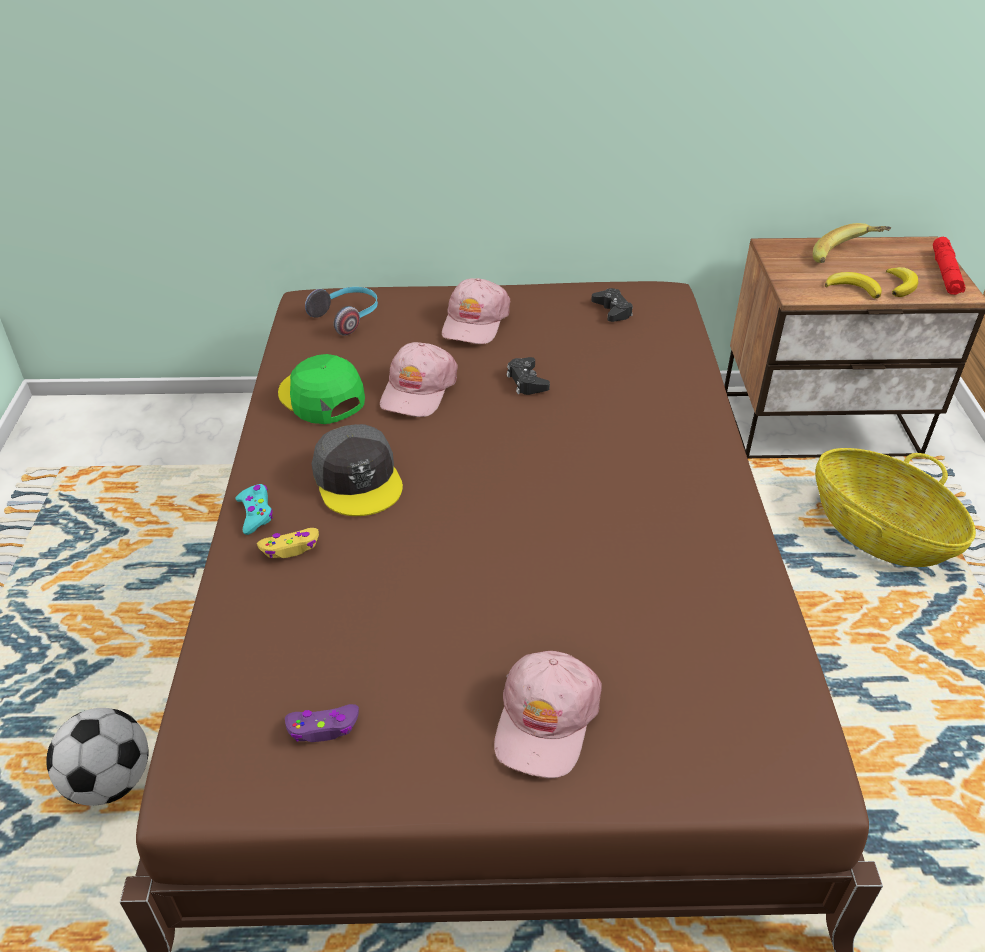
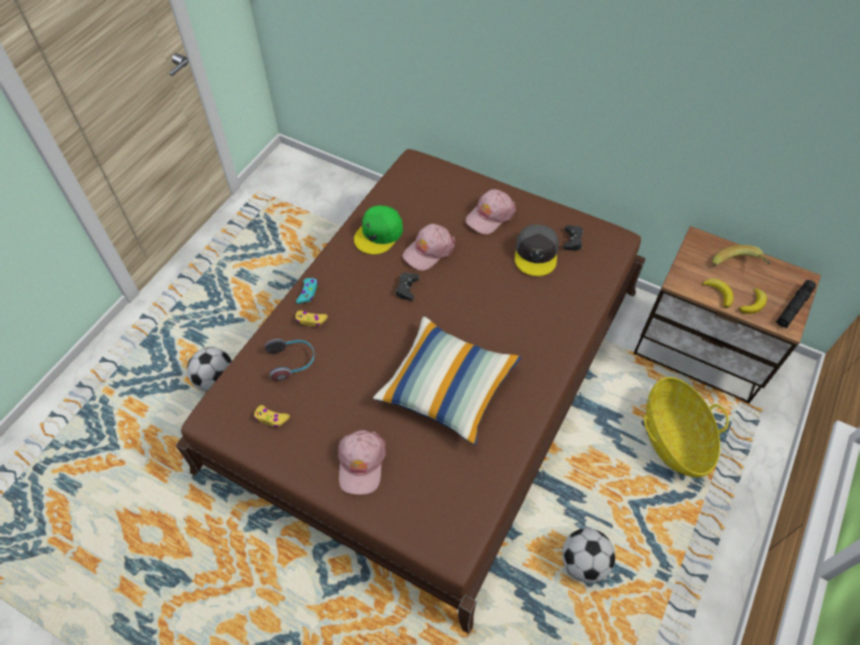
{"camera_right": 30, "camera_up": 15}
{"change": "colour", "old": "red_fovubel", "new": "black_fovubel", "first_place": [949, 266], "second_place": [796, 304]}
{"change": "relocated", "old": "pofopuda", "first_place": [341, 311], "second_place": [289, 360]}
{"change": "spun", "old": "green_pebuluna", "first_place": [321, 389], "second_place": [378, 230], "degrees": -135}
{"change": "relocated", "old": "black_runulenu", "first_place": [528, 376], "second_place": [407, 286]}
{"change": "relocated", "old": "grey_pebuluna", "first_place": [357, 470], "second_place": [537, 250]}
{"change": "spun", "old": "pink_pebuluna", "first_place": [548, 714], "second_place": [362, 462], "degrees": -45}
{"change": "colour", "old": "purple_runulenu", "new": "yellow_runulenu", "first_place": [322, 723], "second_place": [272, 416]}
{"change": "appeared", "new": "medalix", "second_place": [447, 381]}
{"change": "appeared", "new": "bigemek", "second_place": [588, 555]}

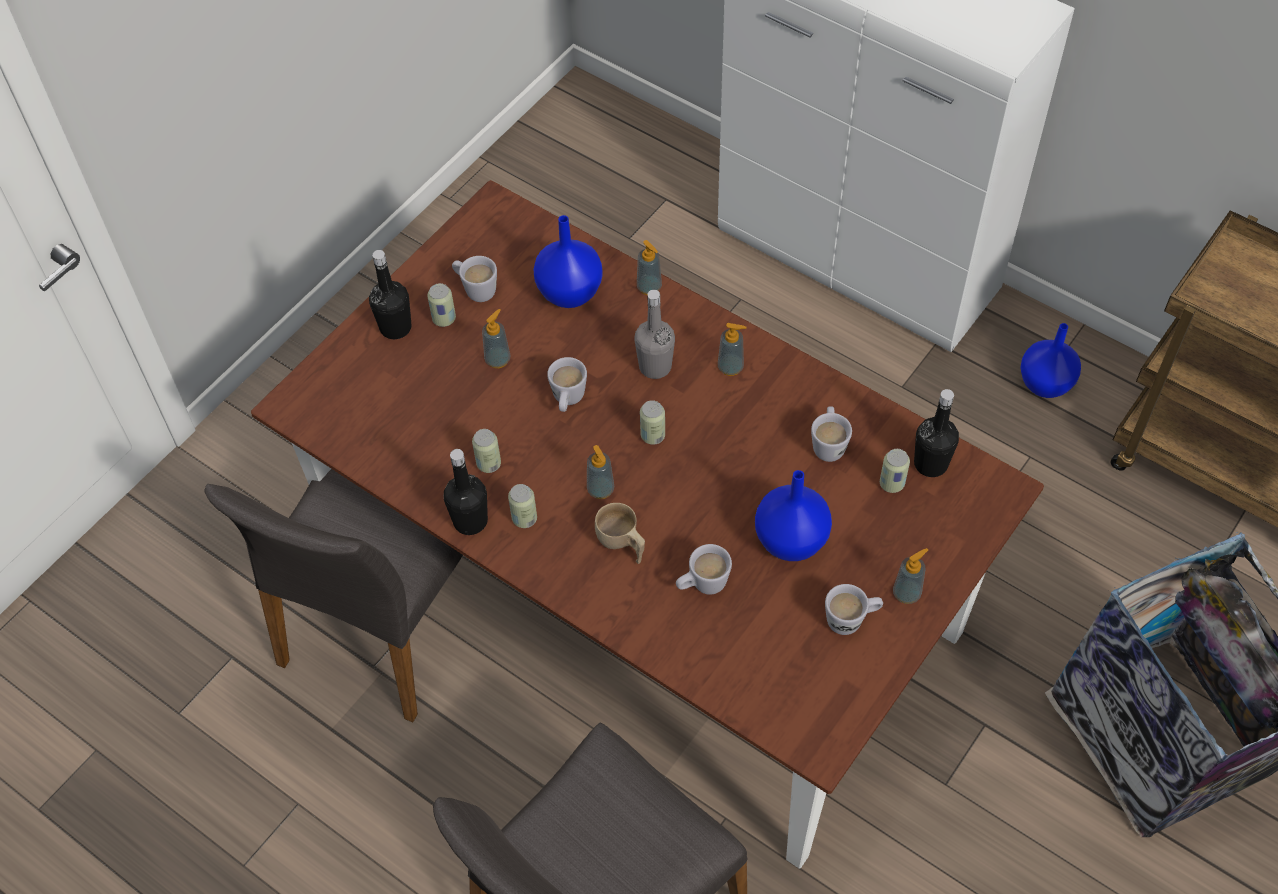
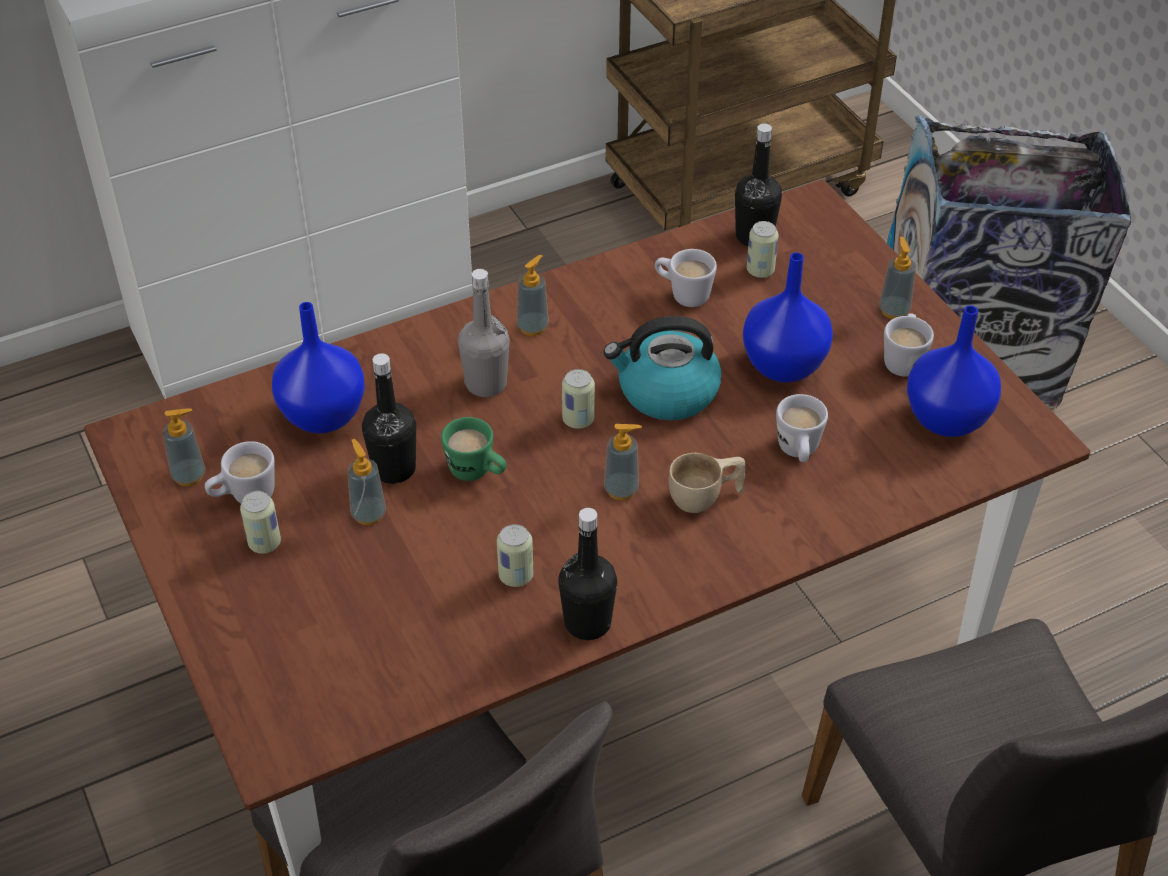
{"camera_right": -65, "camera_up": -10}
{"change": "relocated", "old": "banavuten", "first_place": [649, 267], "second_place": [184, 447]}
{"change": "relocated", "old": "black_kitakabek", "first_place": [390, 294], "second_place": [389, 418]}
{"change": "relocated", "old": "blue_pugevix", "first_place": [1050, 360], "second_place": [954, 371]}
{"change": "colour", "old": "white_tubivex", "new": "green_tubivex", "first_place": [567, 384], "second_place": [474, 449]}
{"change": "missing", "old": "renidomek", "first_place": [522, 506]}
{"change": "appeared", "new": "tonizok", "second_place": [662, 368]}

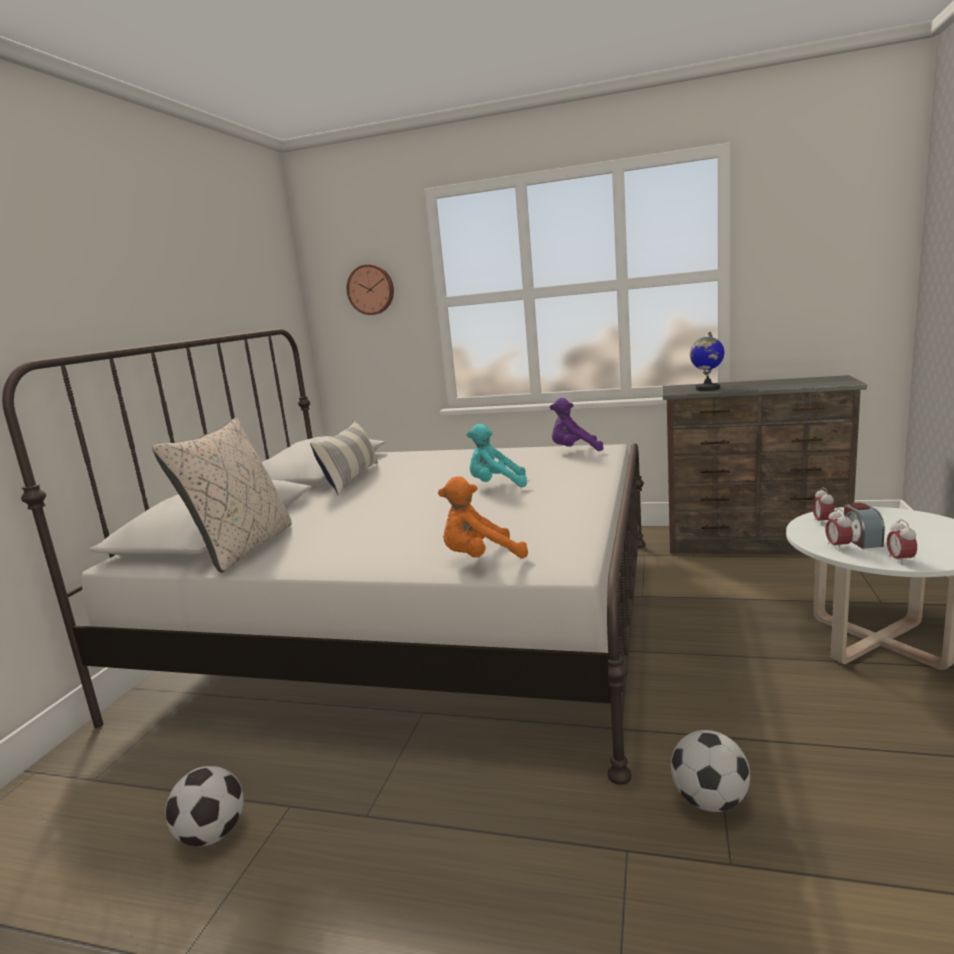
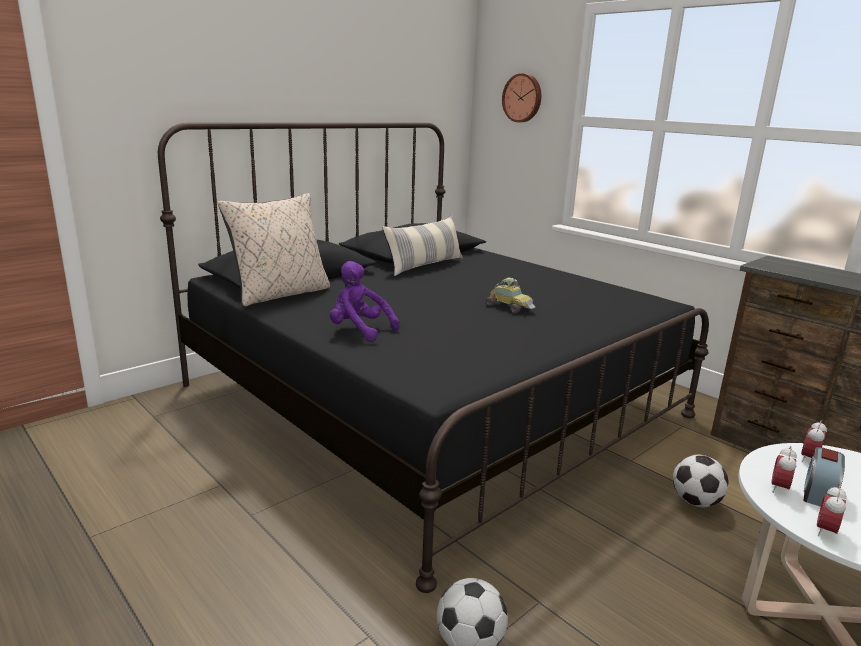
{"camera_right": 30, "camera_up": 5}
{"change": "colour", "old": "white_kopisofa", "new": "black_kopisofa", "first_place": [323, 557], "second_place": [433, 358]}
{"change": "missing", "old": "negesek", "first_place": [707, 361]}
{"change": "relocated", "old": "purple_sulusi", "first_place": [576, 424], "second_place": [365, 301]}
{"change": "exchanged", "old": "turquoise_sulusi", "new": "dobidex", "first_place": [497, 455], "second_place": [511, 295]}
{"change": "missing", "old": "orange_sulusi", "first_place": [483, 517]}
{"change": "relocated", "old": "bigemek", "first_place": [204, 806], "second_place": [700, 481]}

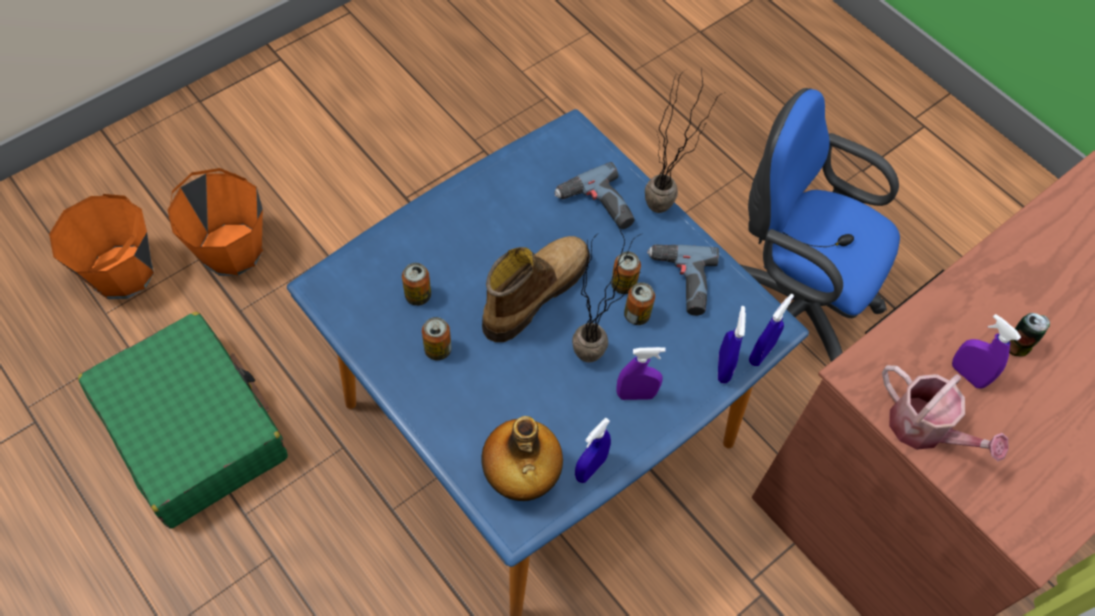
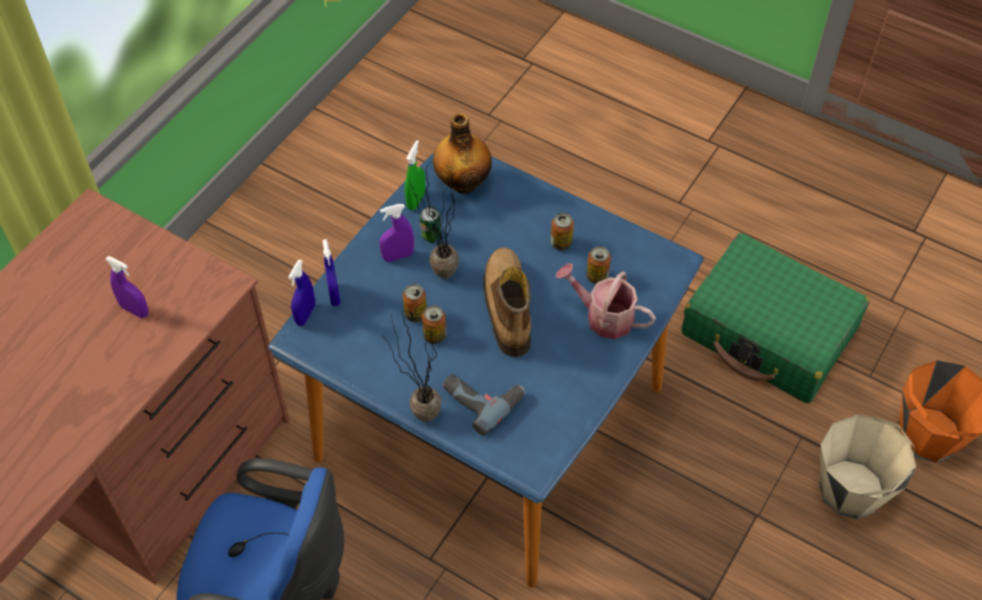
{"camera_right": 165, "camera_up": -5}
{"change": "colour", "old": "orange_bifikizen", "new": "beige_bifikizen", "first_place": [215, 222], "second_place": [868, 466]}
{"change": "spun", "old": "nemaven", "first_place": [536, 289], "second_place": [507, 302], "degrees": 150}
{"change": "missing", "old": "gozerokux", "first_place": [683, 280]}
{"change": "relocated", "old": "renidomek", "first_place": [1029, 335], "second_place": [430, 225]}
{"change": "relocated", "old": "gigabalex", "first_place": [945, 413], "second_place": [606, 301]}
{"change": "colour", "old": "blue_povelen", "new": "green_povelen", "first_place": [593, 450], "second_place": [415, 175]}

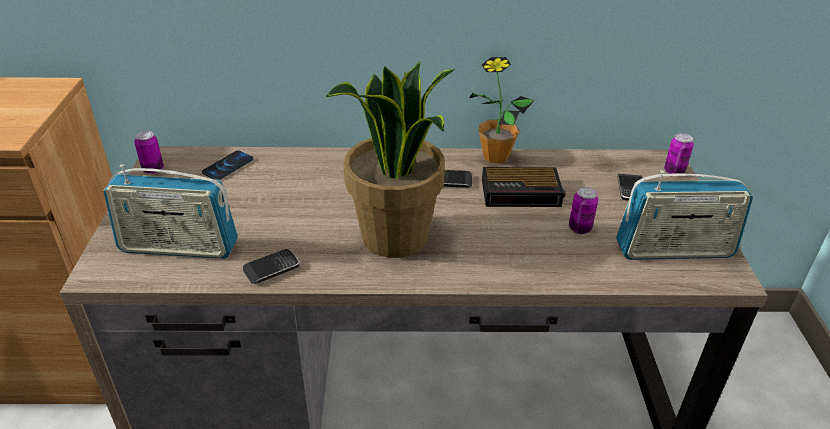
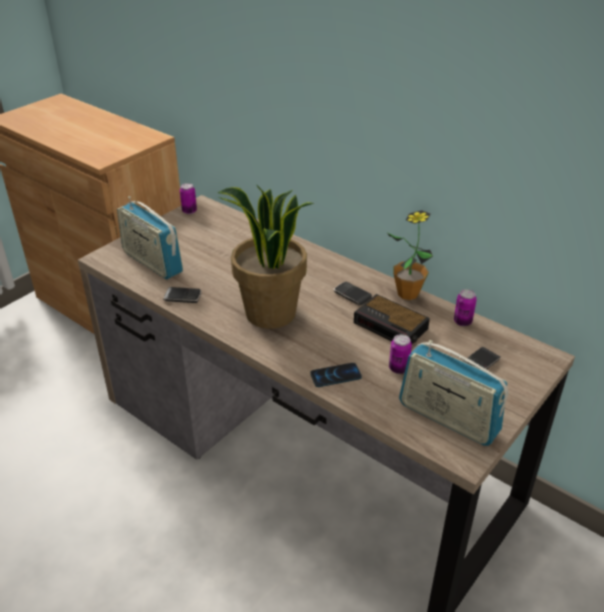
{"camera_right": 40, "camera_up": 0}
{"change": "relocated", "old": "renidomek", "first_place": [679, 153], "second_place": [465, 307]}
{"change": "relocated", "old": "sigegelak", "first_place": [227, 165], "second_place": [336, 375]}

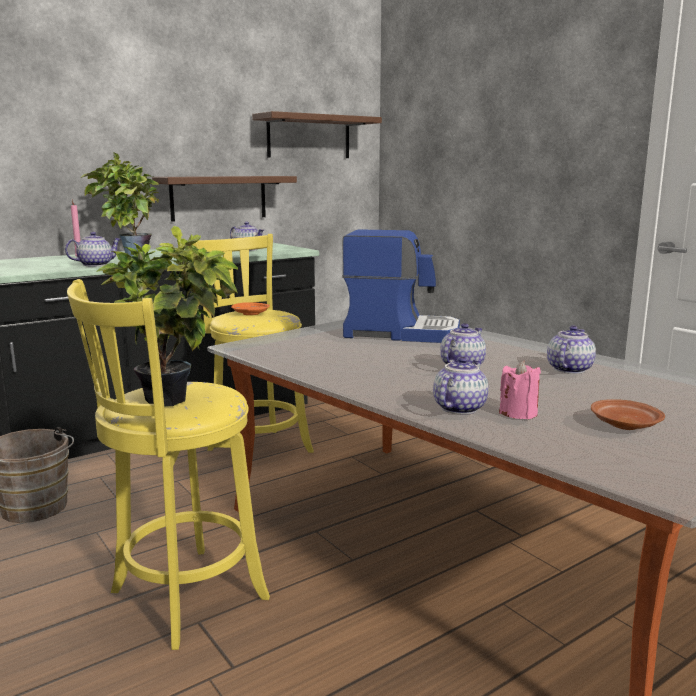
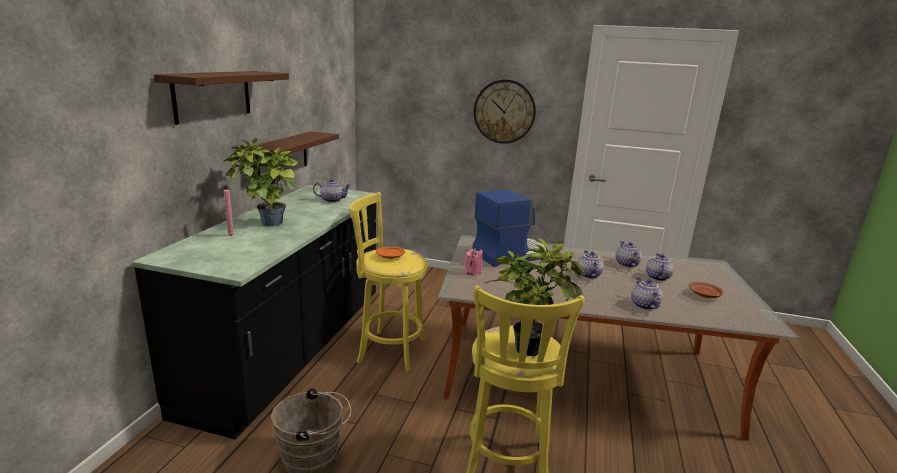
{"camera_right": -40, "camera_up": 5}
{"change": "relocated", "old": "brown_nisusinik", "first_place": [317, 134], "second_place": [221, 98]}
{"change": "relocated", "old": "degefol", "first_place": [93, 249], "second_place": [660, 267]}
{"change": "relocated", "old": "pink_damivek", "first_place": [520, 390], "second_place": [473, 261]}
{"change": "appeared", "new": "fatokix", "second_place": [505, 112]}

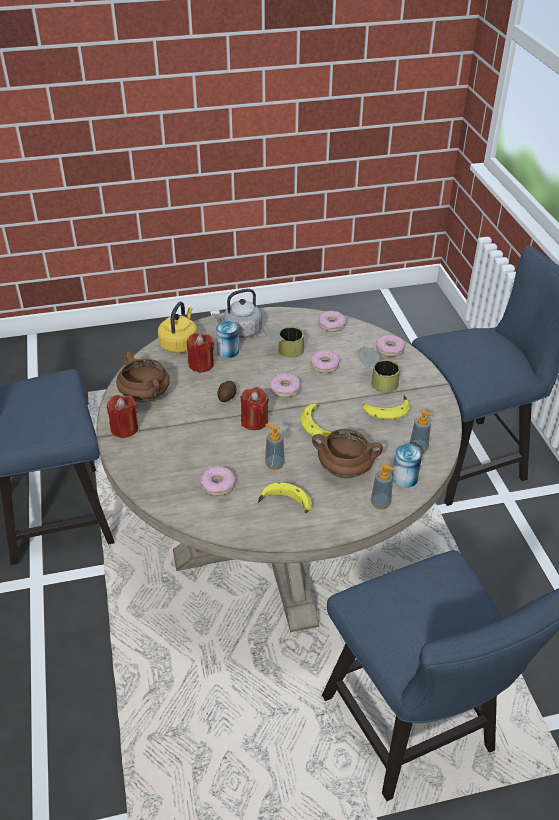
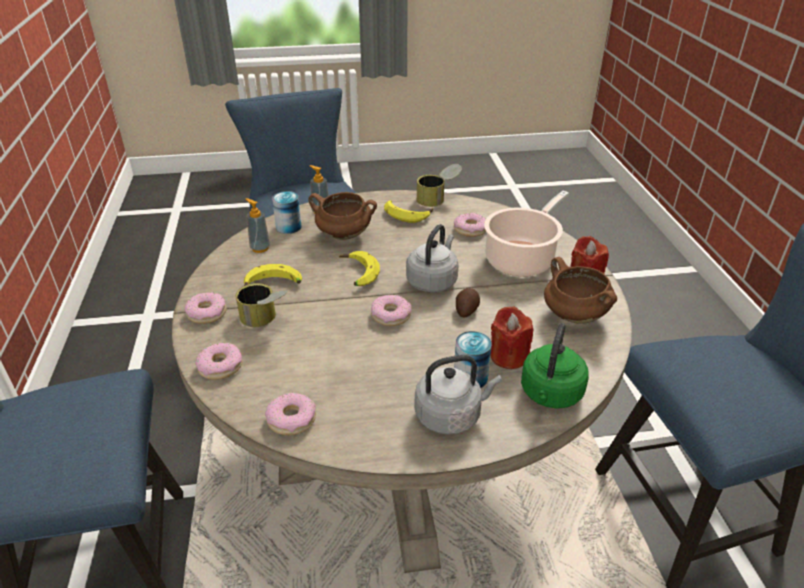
{"camera_right": -175, "camera_up": -5}
{"change": "colour", "old": "yellow_tonizok", "new": "green_tonizok", "first_place": [177, 327], "second_place": [555, 365]}
{"change": "relocated", "old": "renidomek", "first_place": [283, 342], "second_place": [439, 185]}
{"change": "relocated", "old": "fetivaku", "first_place": [325, 361], "second_place": [205, 308]}
{"change": "exchanged", "old": "red_damivek", "new": "grey_tonizok", "first_place": [254, 408], "second_place": [432, 258]}
{"change": "missing", "old": "banavuten", "first_place": [275, 447]}
{"change": "appeared", "new": "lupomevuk", "second_place": [526, 233]}

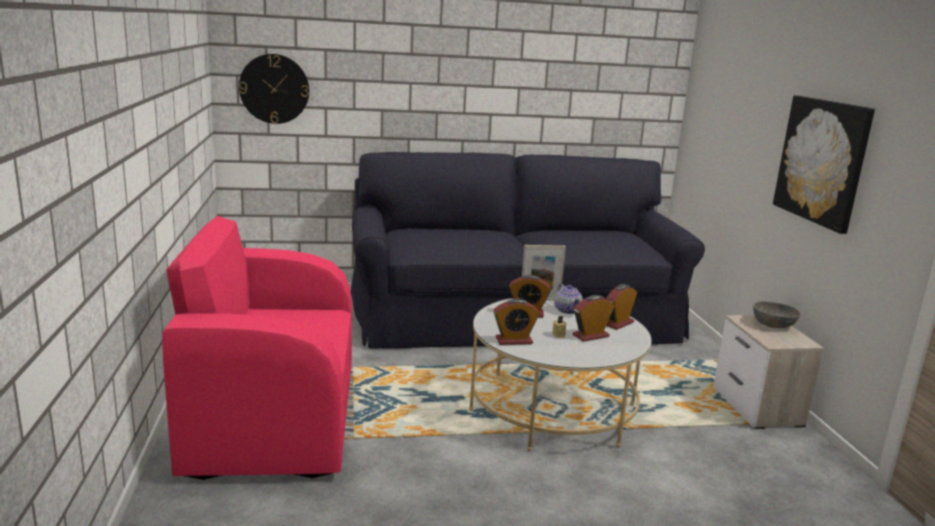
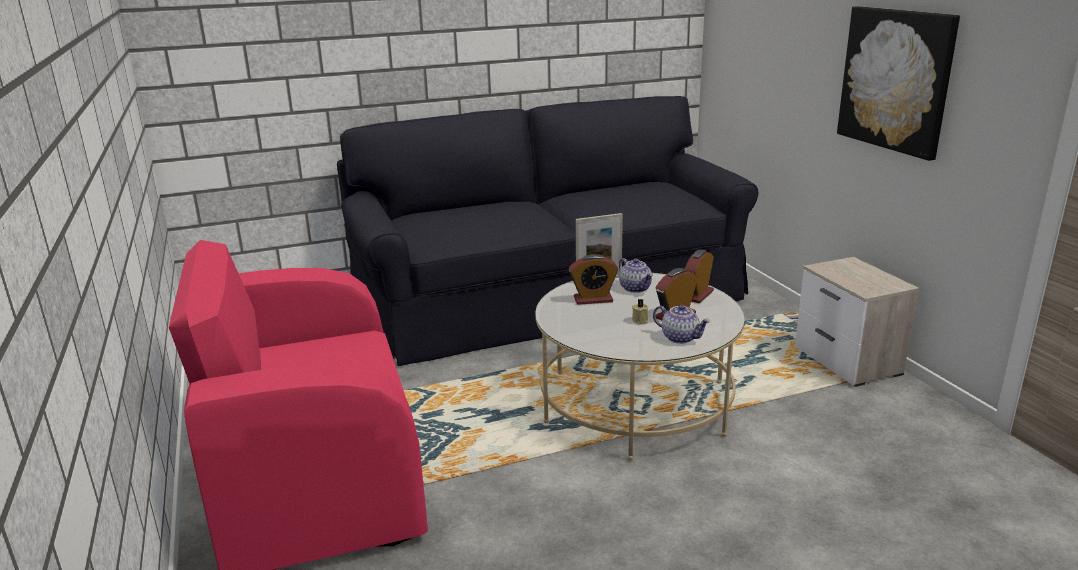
{"camera_right": -10, "camera_up": 5}
{"change": "missing", "old": "fatokix", "first_place": [274, 89]}
{"change": "missing", "old": "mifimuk", "first_place": [516, 322]}
{"change": "missing", "old": "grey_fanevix", "first_place": [776, 314]}
{"change": "appeared", "new": "degefol", "second_place": [681, 324]}

